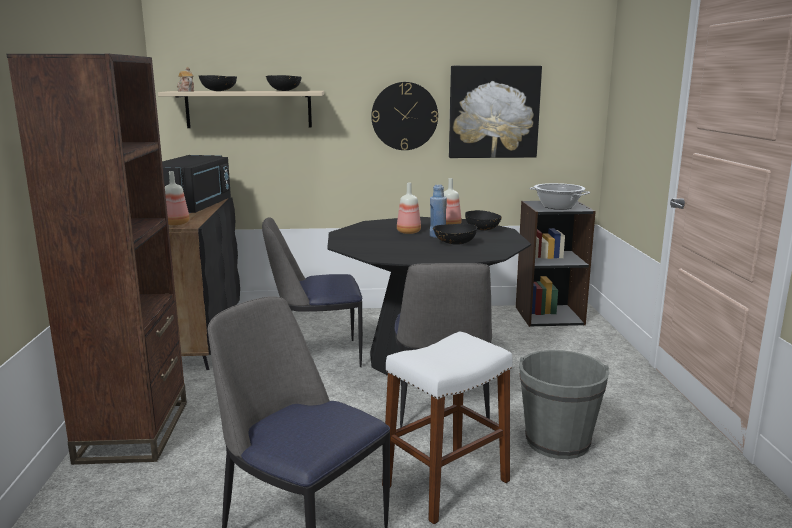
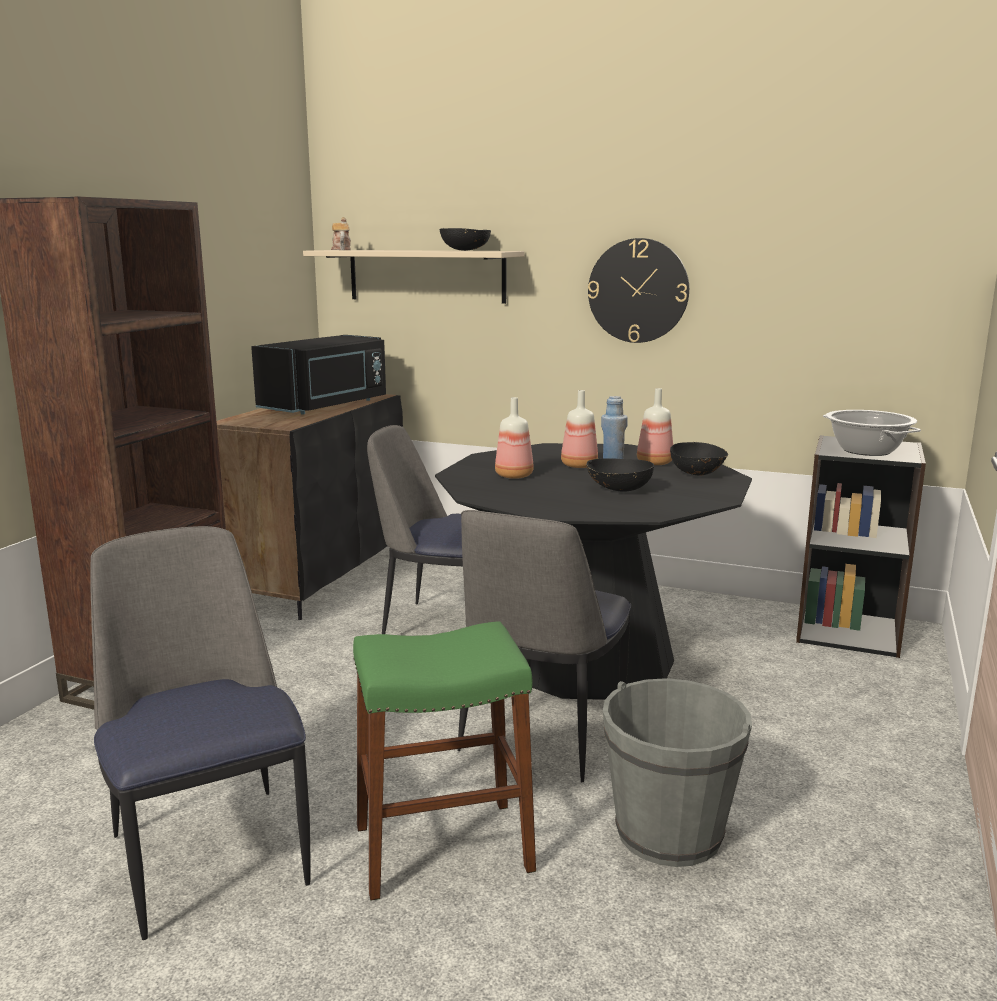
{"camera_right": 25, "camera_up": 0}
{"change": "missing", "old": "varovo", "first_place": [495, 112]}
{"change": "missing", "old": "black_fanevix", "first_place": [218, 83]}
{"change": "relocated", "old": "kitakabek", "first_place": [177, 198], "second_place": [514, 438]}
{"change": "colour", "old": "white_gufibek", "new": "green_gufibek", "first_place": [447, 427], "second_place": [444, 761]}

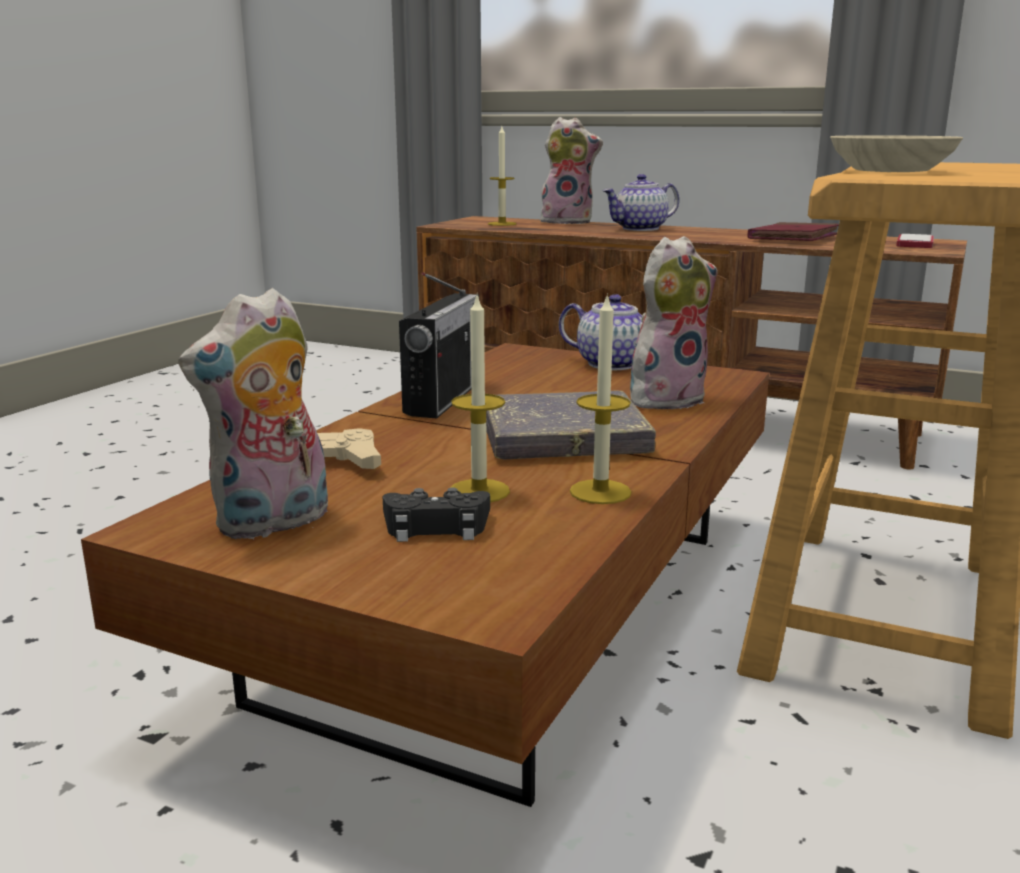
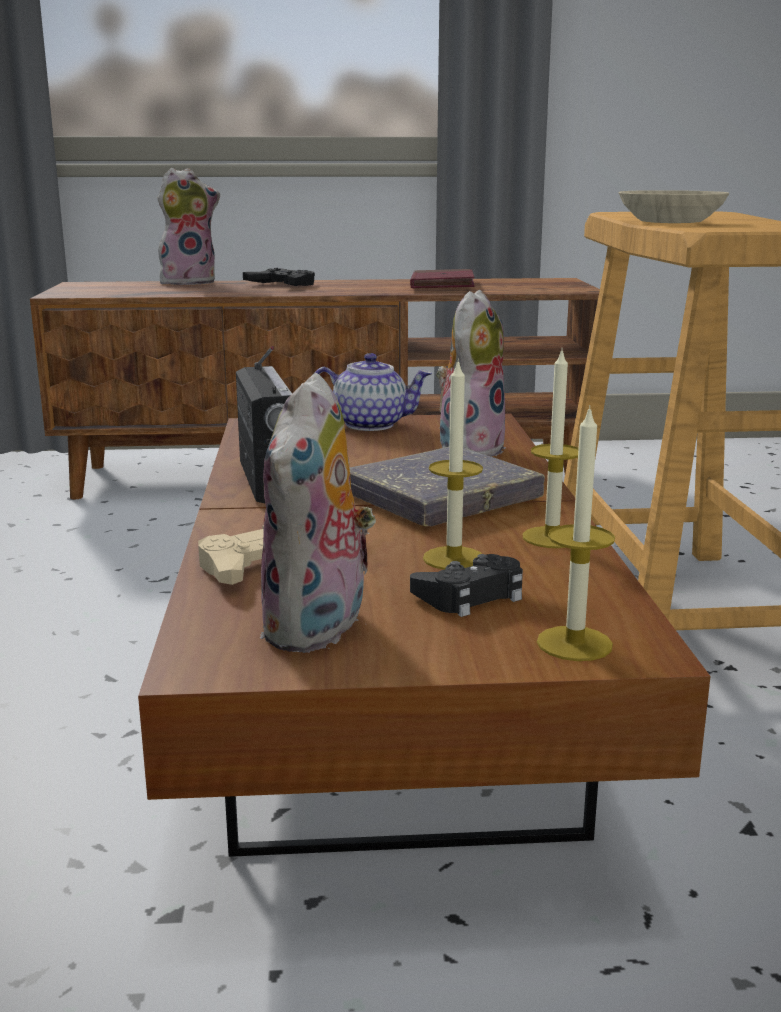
{"camera_right": -30, "camera_up": 0}
{"change": "relocated", "old": "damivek", "first_place": [502, 176], "second_place": [576, 533]}
{"change": "exchanged", "old": "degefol", "new": "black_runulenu", "first_place": [641, 202], "second_place": [279, 277]}
{"change": "missing", "old": "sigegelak", "first_place": [915, 241]}

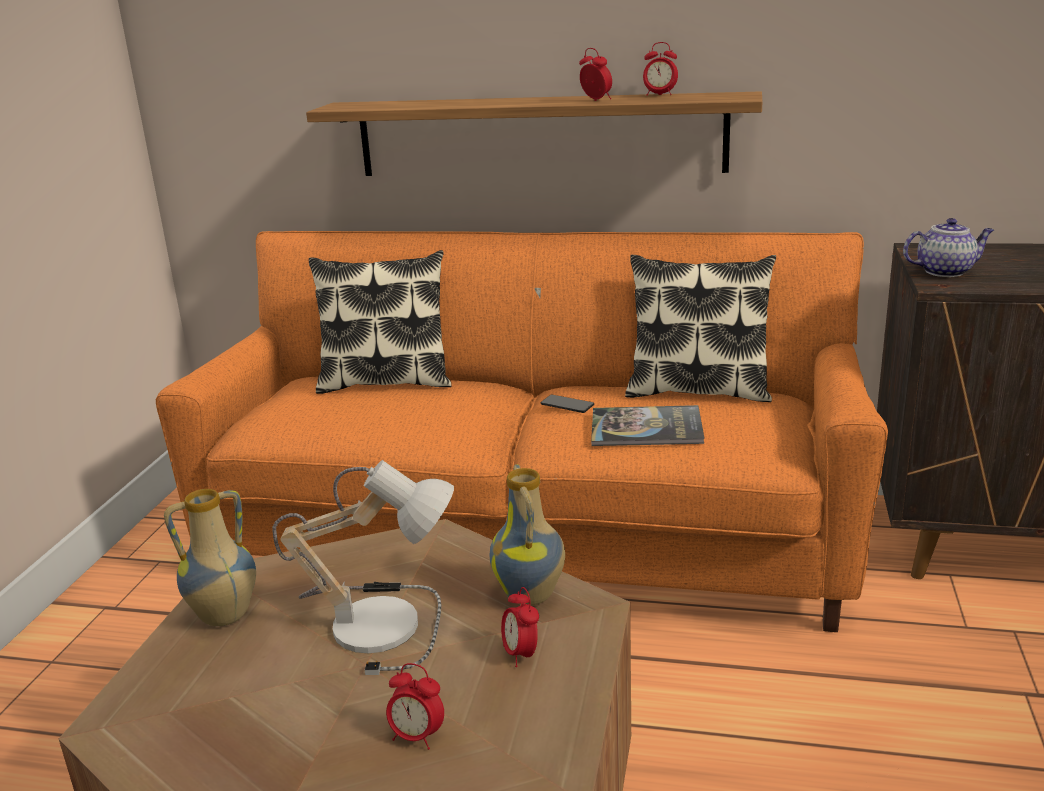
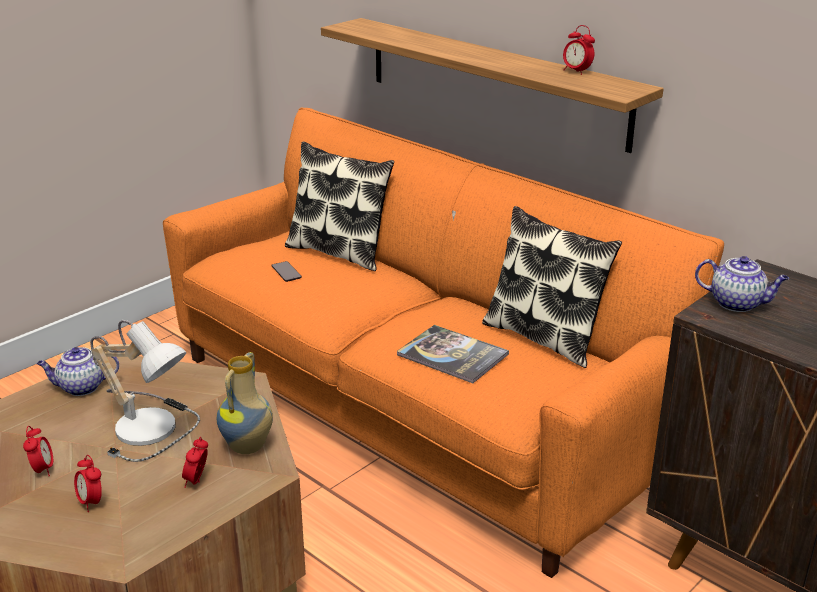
{"camera_right": 30, "camera_up": 5}
{"change": "relocated", "old": "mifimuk", "first_place": [595, 74], "second_place": [38, 451]}
{"change": "relocated", "old": "sigegelak", "first_place": [567, 404], "second_place": [286, 271]}
{"change": "exchanged", "old": "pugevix", "new": "degefol", "first_place": [210, 557], "second_place": [78, 371]}

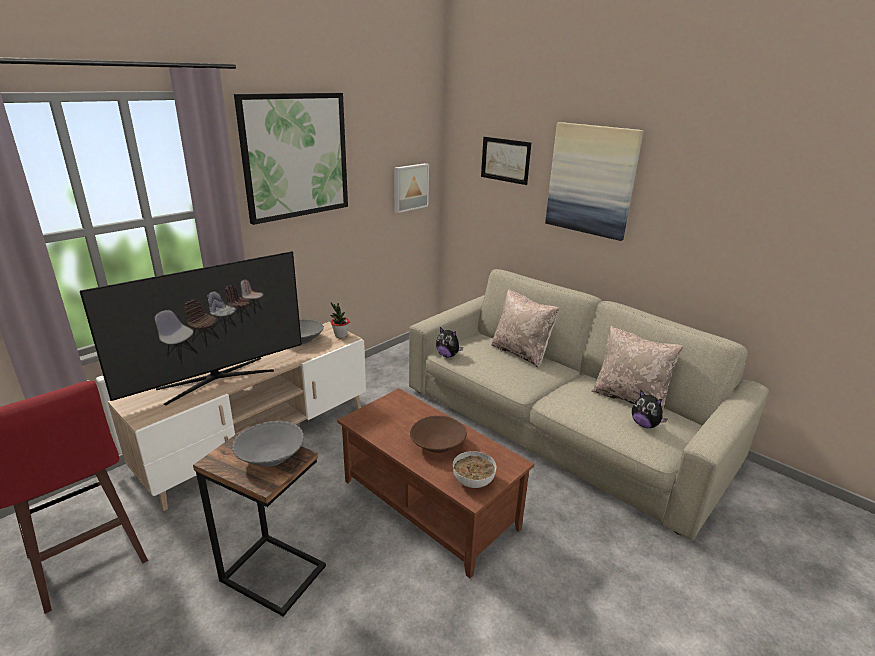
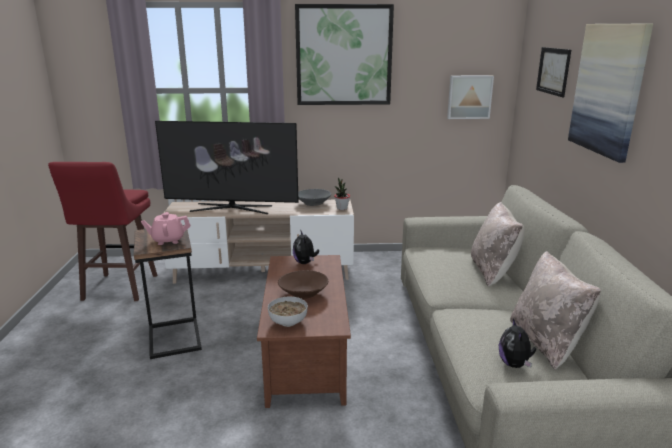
{"camera_right": 45, "camera_up": -5}
{"change": "relocated", "old": "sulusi", "first_place": [449, 342], "second_place": [306, 247]}
{"change": "exchanged", "old": "grey_fanevix", "new": "pink_degefol", "first_place": [268, 444], "second_place": [165, 228]}

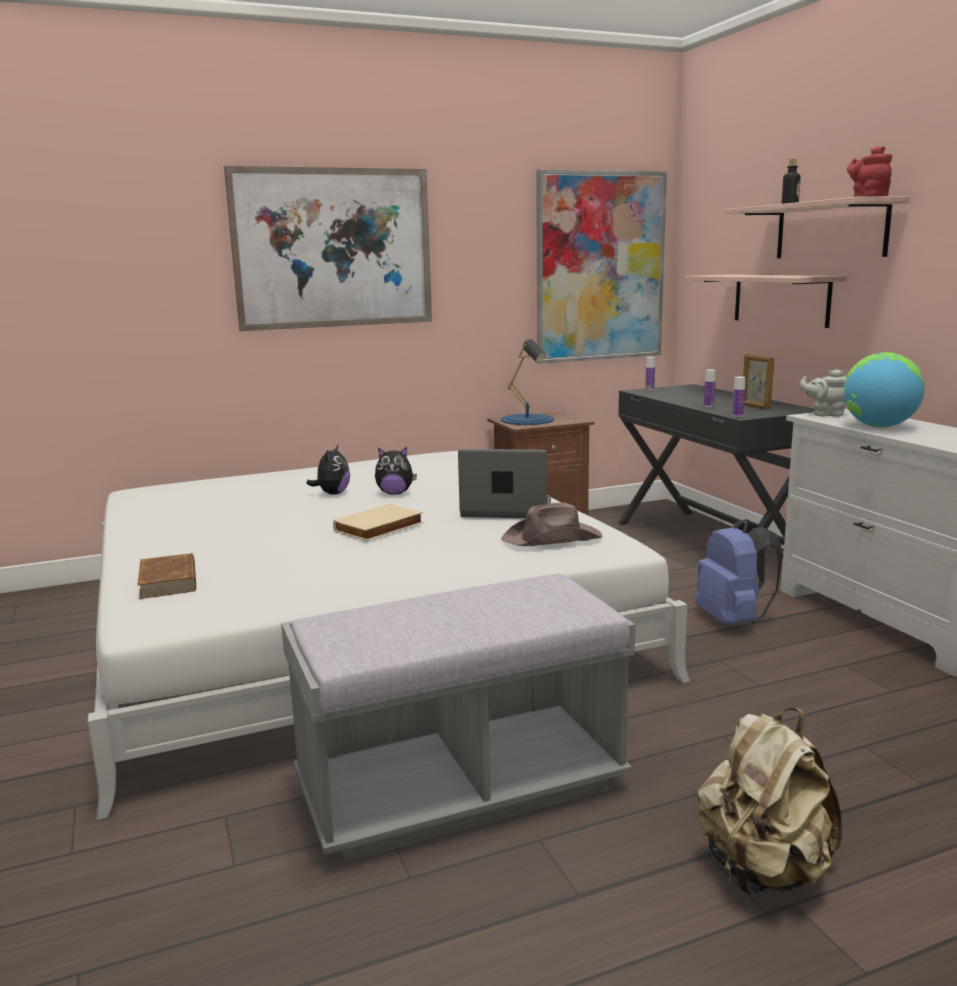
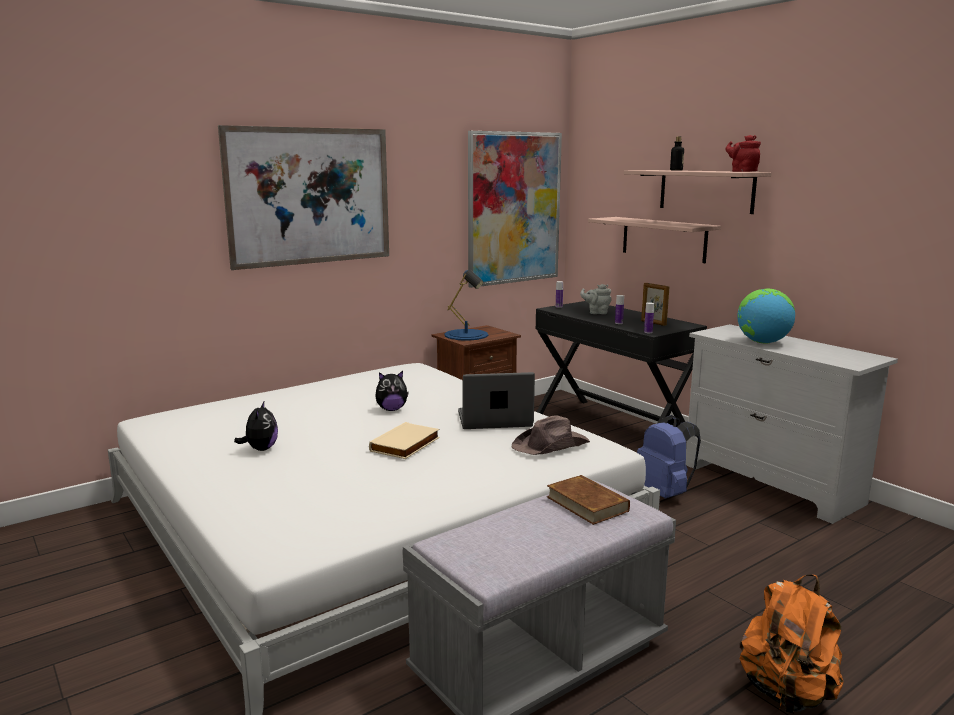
{"camera_right": -15, "camera_up": 0}
{"change": "relocated", "old": "grey_degefol", "first_place": [823, 393], "second_place": [596, 299]}
{"change": "relocated", "old": "sulusi", "first_place": [328, 470], "second_place": [256, 426]}
{"change": "relocated", "old": "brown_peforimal", "first_place": [167, 576], "second_place": [588, 500]}
{"change": "colour", "old": "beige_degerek", "new": "orange_degerek", "first_place": [770, 801], "second_place": [792, 644]}

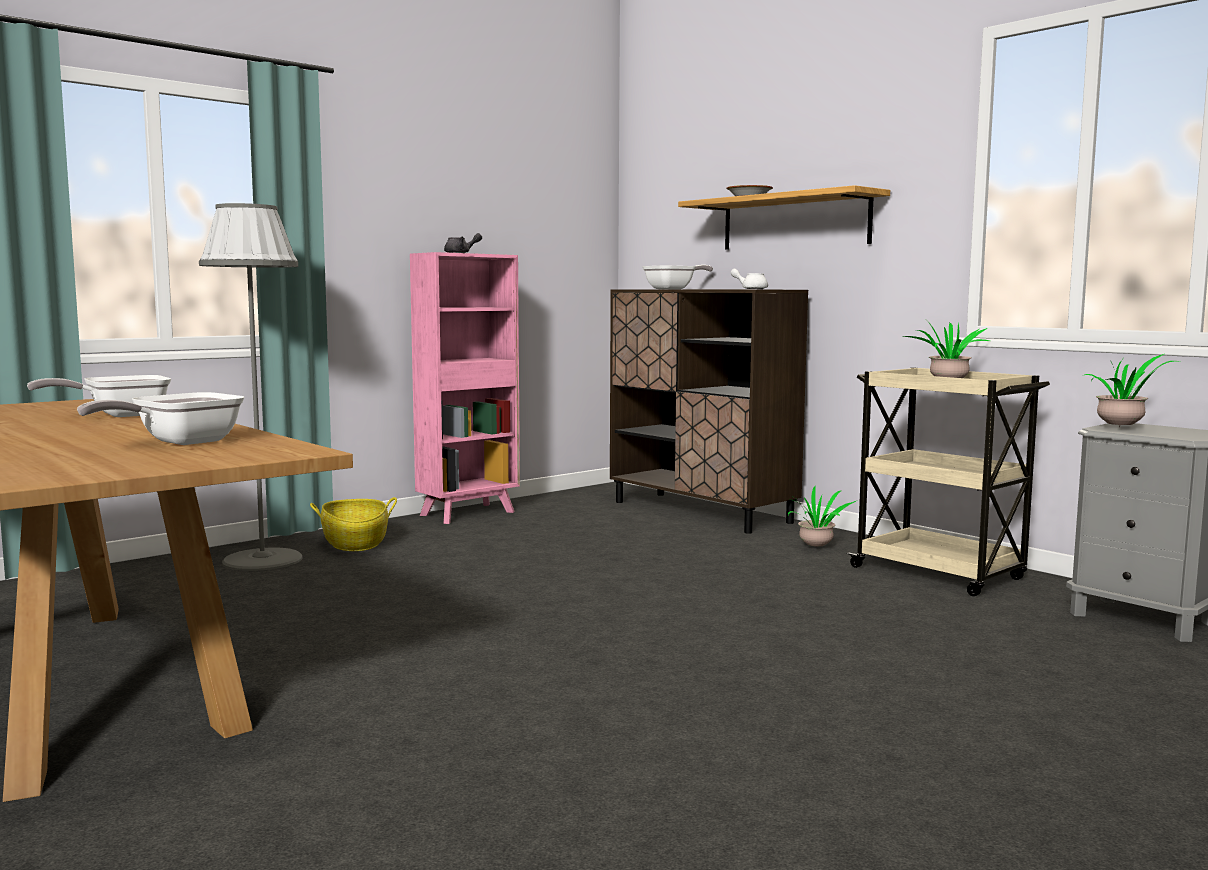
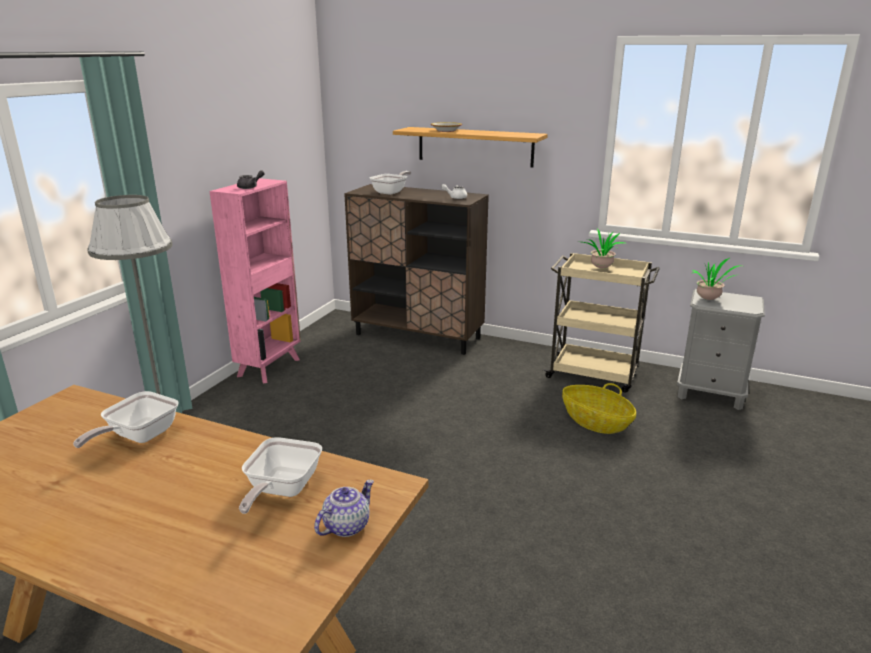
{"camera_right": -25, "camera_up": 15}
{"change": "missing", "old": "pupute", "first_place": [823, 516]}
{"change": "relocated", "old": "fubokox", "first_place": [353, 524], "second_place": [599, 408]}
{"change": "appeared", "new": "degefol", "second_place": [344, 508]}

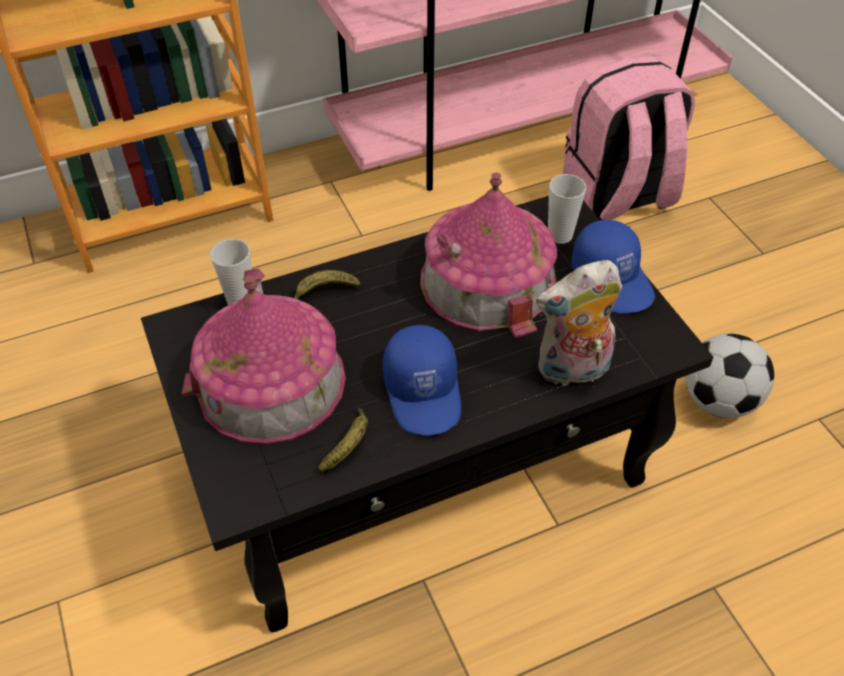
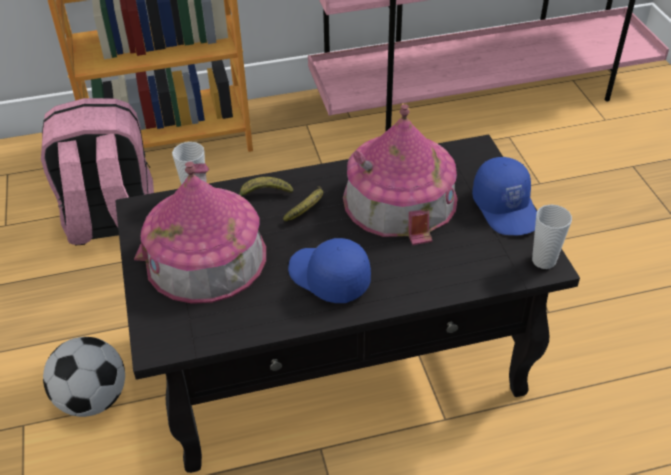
{"camera_right": 10, "camera_up": -5}
{"change": "relocated", "old": "pink_degerek", "first_place": [629, 138], "second_place": [97, 171]}
{"change": "relocated", "old": "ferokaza", "first_place": [567, 209], "second_place": [552, 236]}
{"change": "missing", "old": "sulusi", "first_place": [579, 323]}
{"change": "spun", "old": "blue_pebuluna", "first_place": [422, 380], "second_place": [329, 270], "degrees": 135}
{"change": "relocated", "old": "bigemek", "first_place": [729, 376], "second_place": [84, 377]}
{"change": "relocated", "old": "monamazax", "first_place": [343, 439], "second_place": [303, 203]}

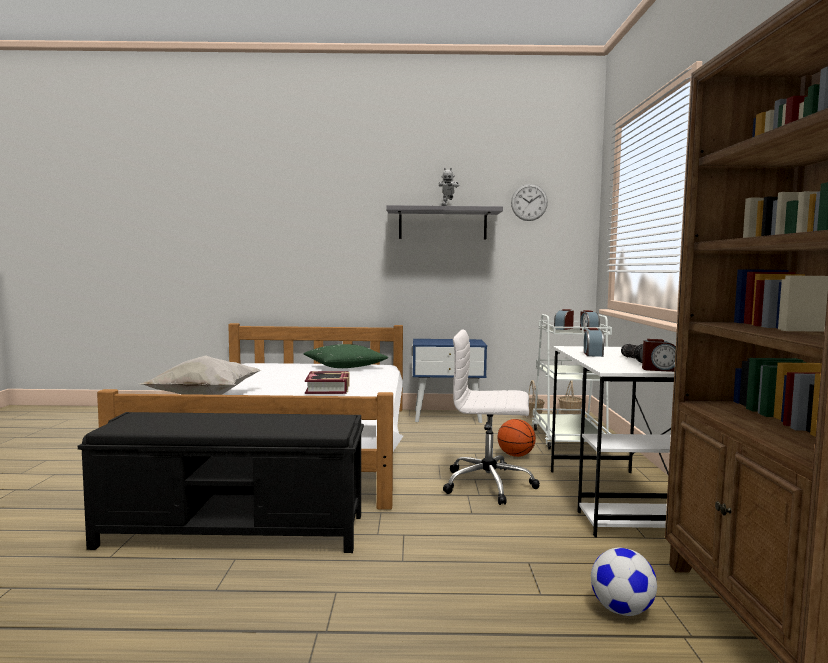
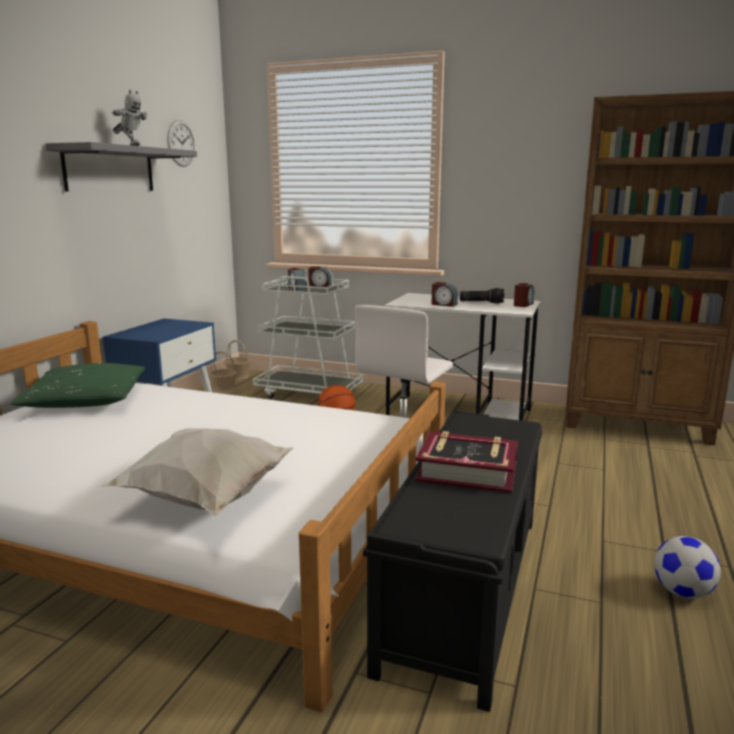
{"camera_right": -70, "camera_up": 10}
{"change": "relocated", "old": "peforimal", "first_place": [327, 382], "second_place": [466, 462]}
{"change": "relocated", "old": "bigemek", "first_place": [624, 582], "second_place": [687, 567]}

